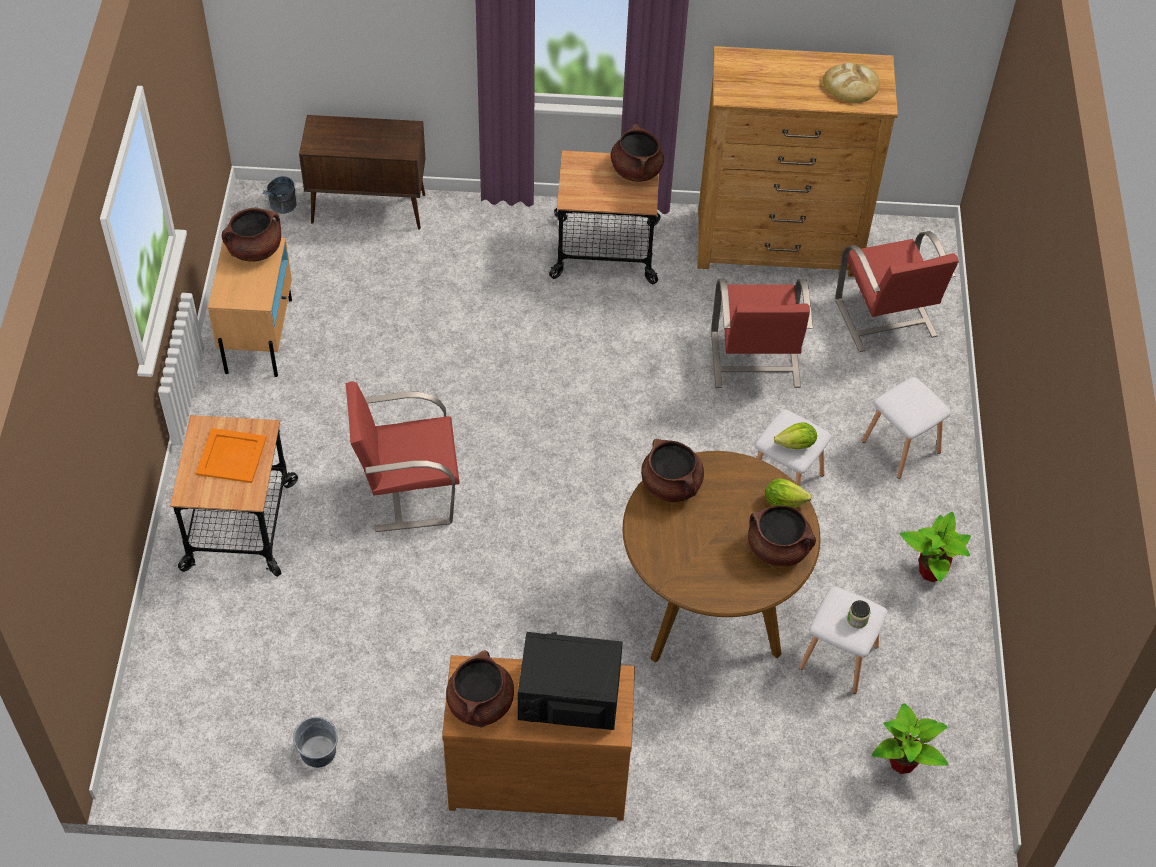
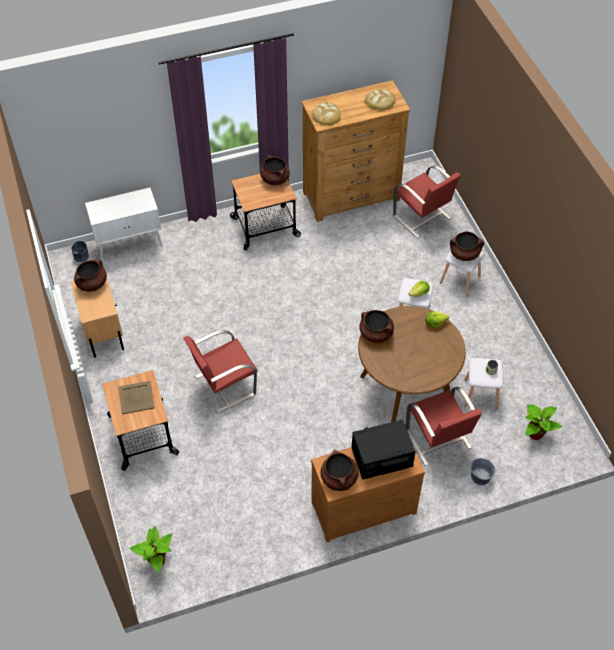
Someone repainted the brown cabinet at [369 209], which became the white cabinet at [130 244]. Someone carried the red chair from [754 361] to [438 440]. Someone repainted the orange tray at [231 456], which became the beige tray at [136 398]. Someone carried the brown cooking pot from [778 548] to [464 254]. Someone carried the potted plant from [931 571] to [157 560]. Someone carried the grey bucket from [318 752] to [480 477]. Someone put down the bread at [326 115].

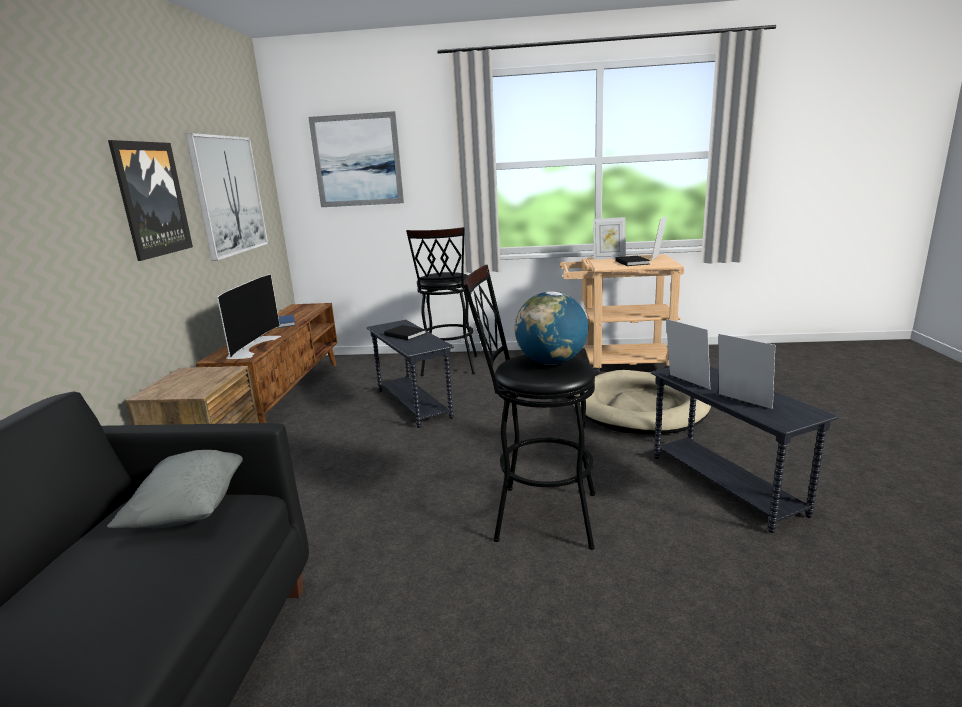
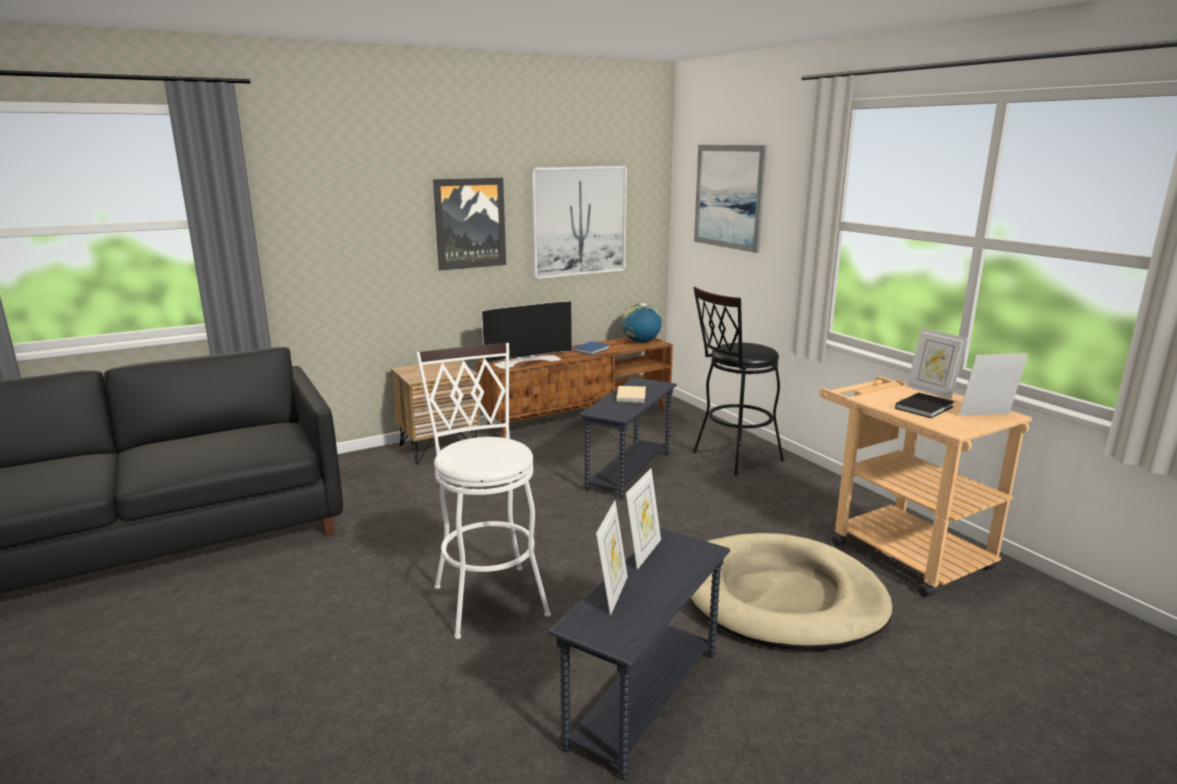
Someone repainted the black stool at [536 515], which became the white stool at [488 594]. Someone carried the globe from [551 362] to [641 342]. Someone repainted the black book at [405 334], which became the beige book at [632 396]. Someone took away the grey pillow at [189 511].

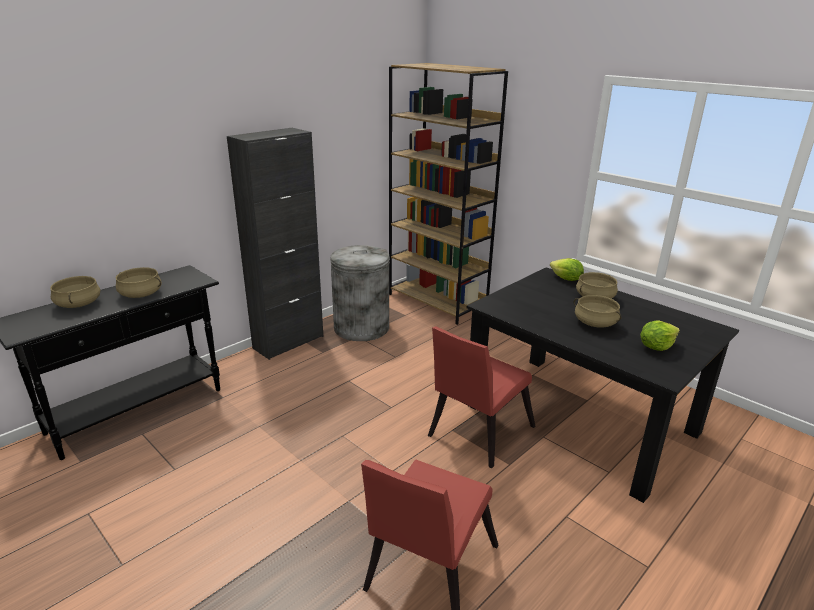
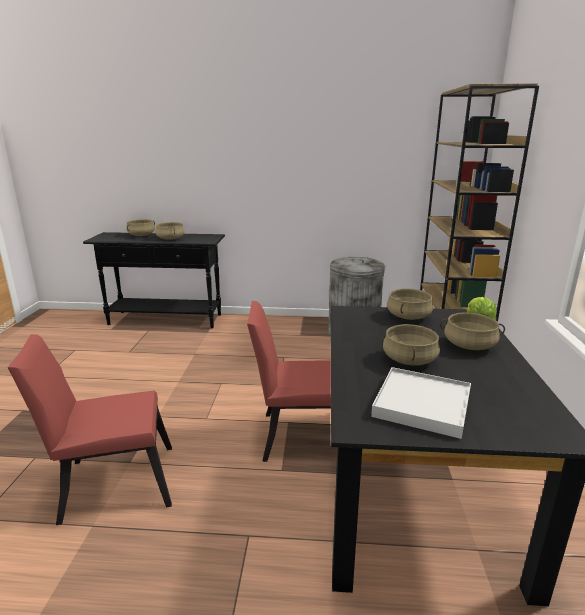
Someone took away the black cabinet at [288 342]. Someone swapped the lettuce at [656 347] for the white tray at [422 404]. Someone put down the beige cooking pot at [408 316].

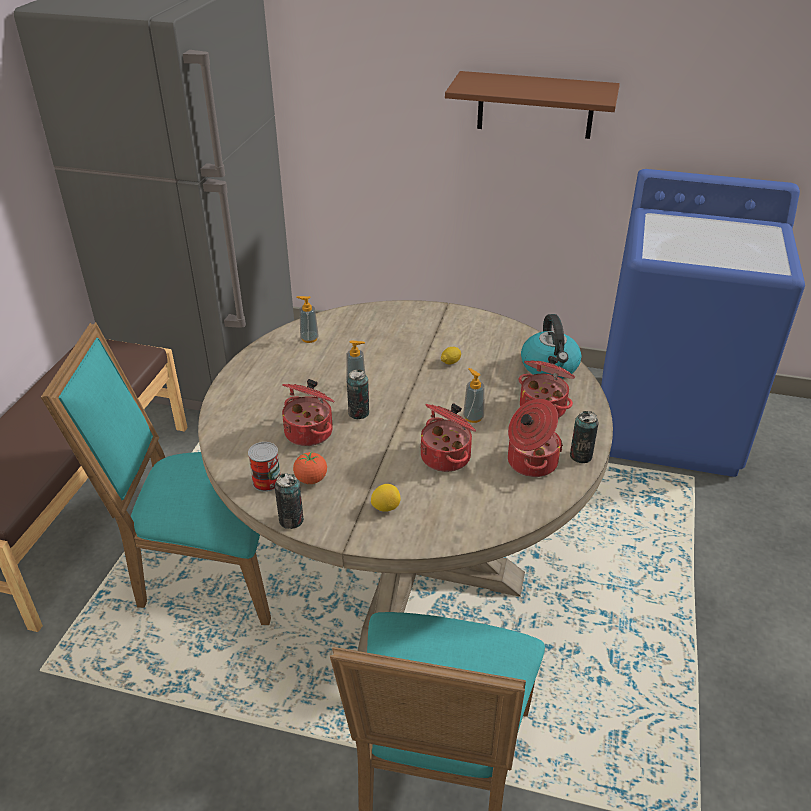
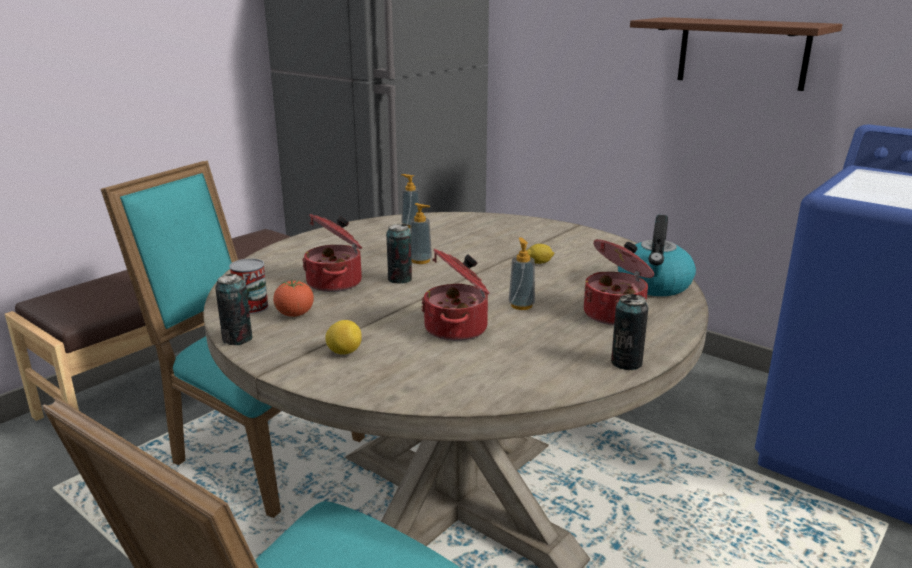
Someone took away the cooking pot at [530 462].

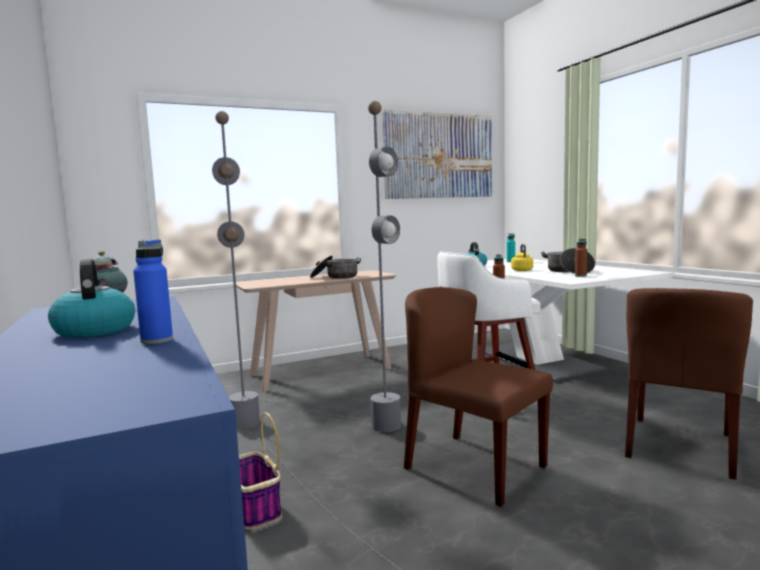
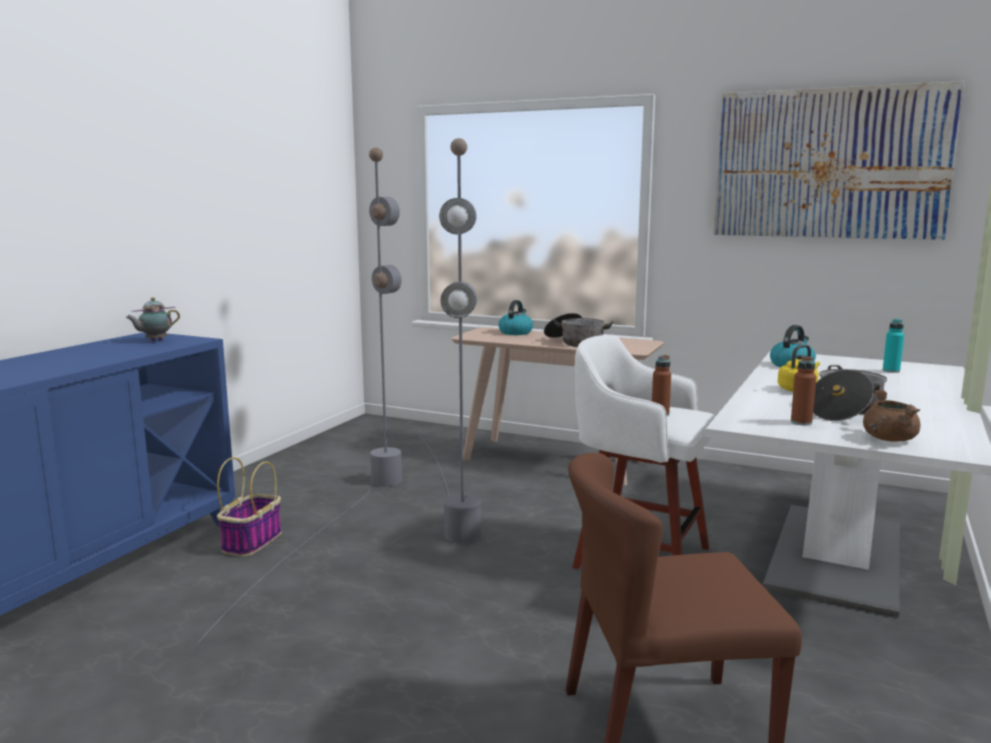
Someone took away the blue bottle at [157 340]. Someone carried the kettle from [94 330] to [515 332]. Someone took away the brown chair at [474 467]. Someone put down the brown cooking pot at [888 439].

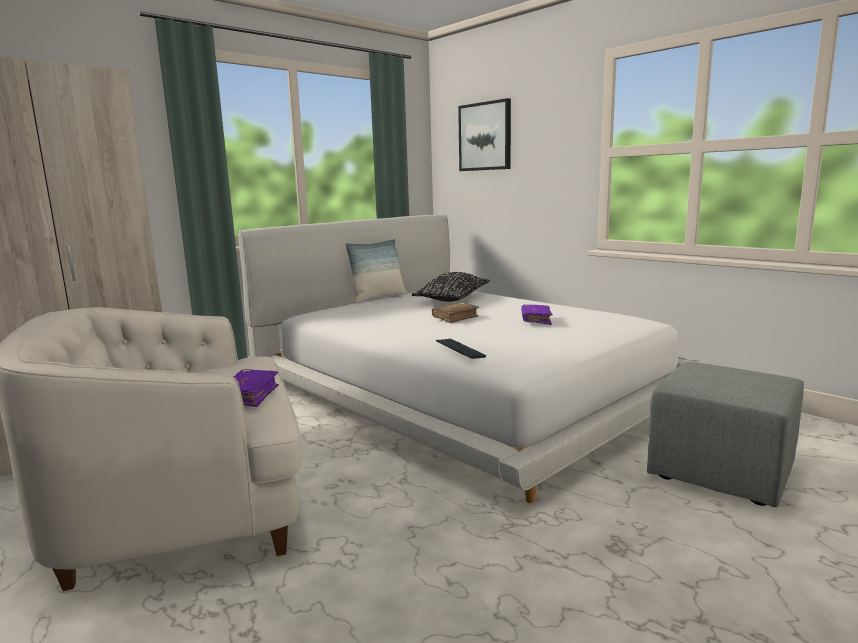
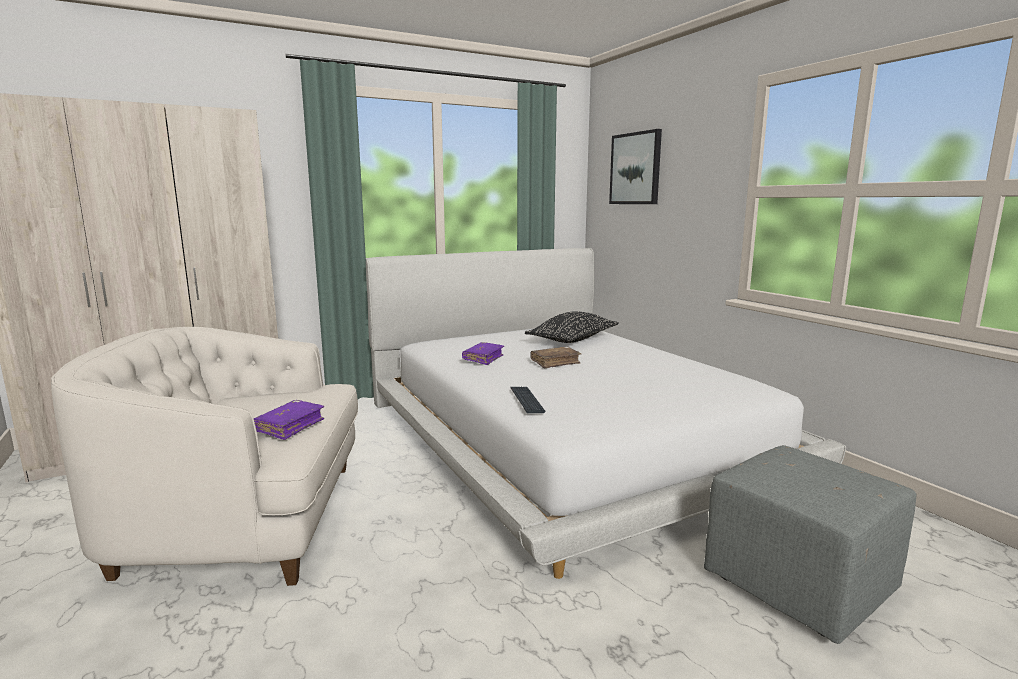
Someone took away the pillow at [378 298]. Someone carried the purple book from [536 320] to [483 358].

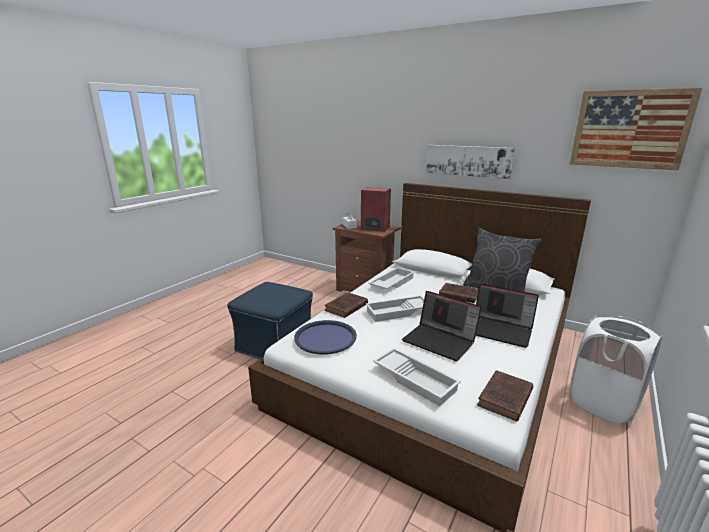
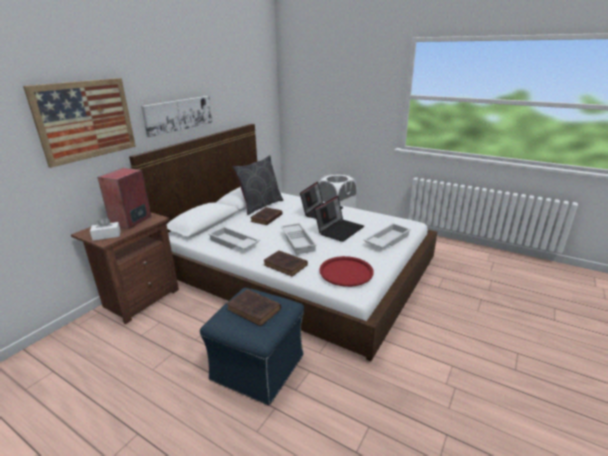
Someone carried the picture from [629 129] to [86 120]. Someone repainted the blue tray at [325 338], which became the red tray at [346 272]. Someone carried the brown book from [504 399] to [255 310].

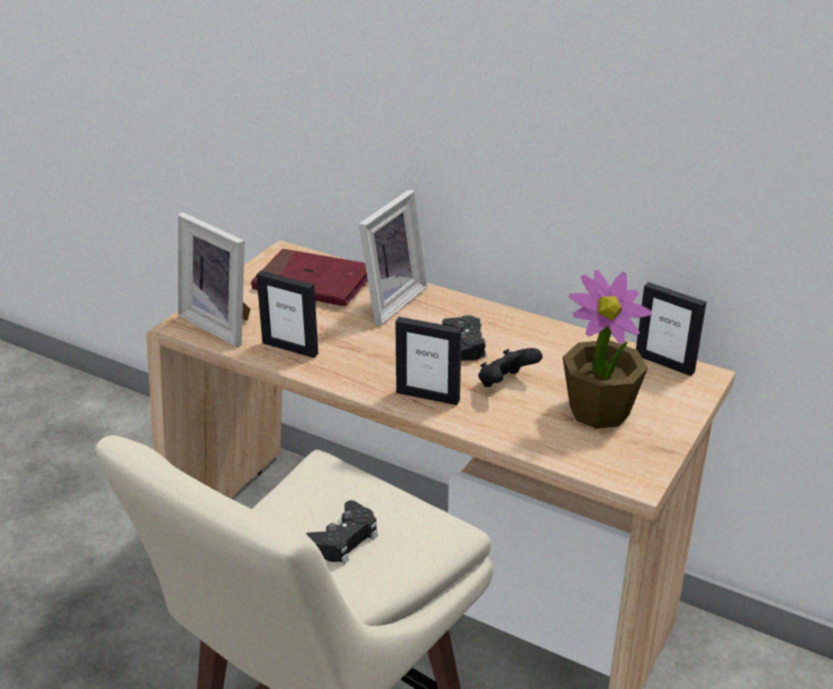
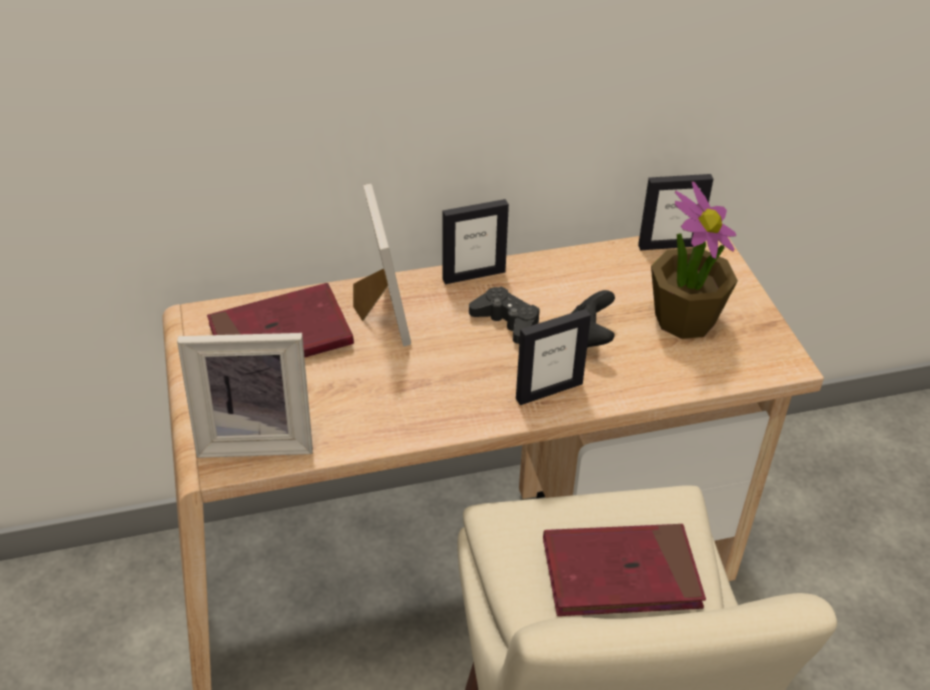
Someone carried the picture frame from [290 348] to [473 275]. Someone swapped the black game controller at [343 539] for the red book at [620 574].

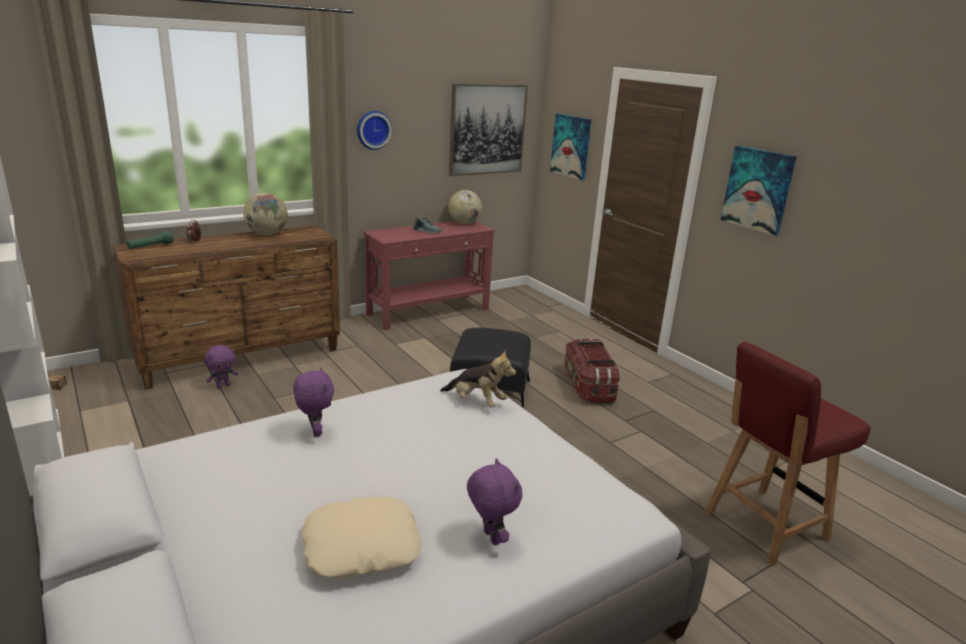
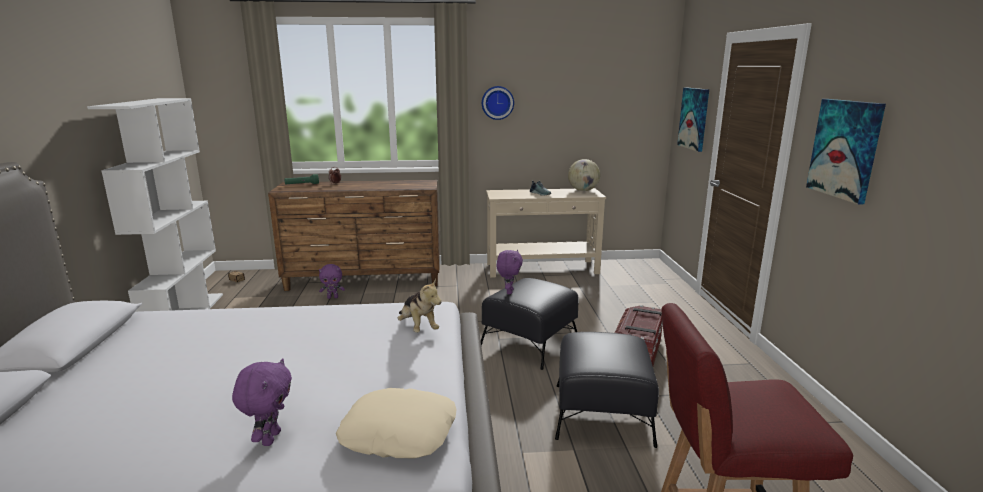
Someone took away the picture at [487 129]. Someone took away the globe at [267 234]. Someone repainted the red console table at [429 312], which became the beige console table at [543 269]. Someone carried the purple plush toy from [315 432] to [508 292]. Someone carried the beige pillow from [361 545] to [399 432]. Someone put down the black ottoman at [602 414].

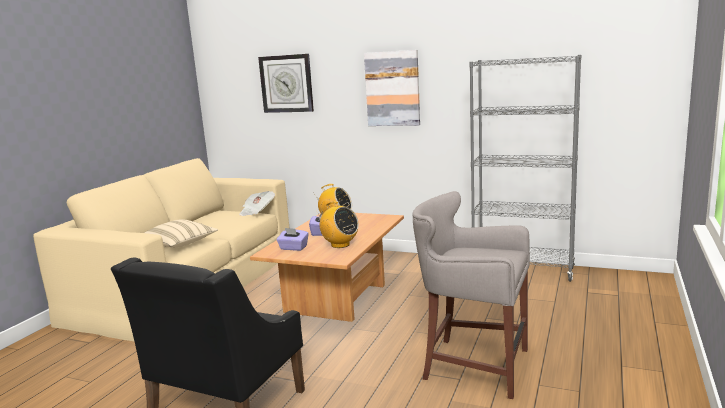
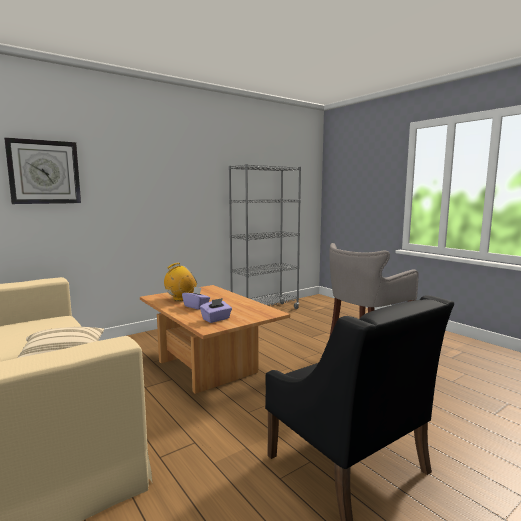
Someone took away the picture at [392 88]. Someone took away the newspaper at [257 211]. Someone took away the radio at [340 245].

